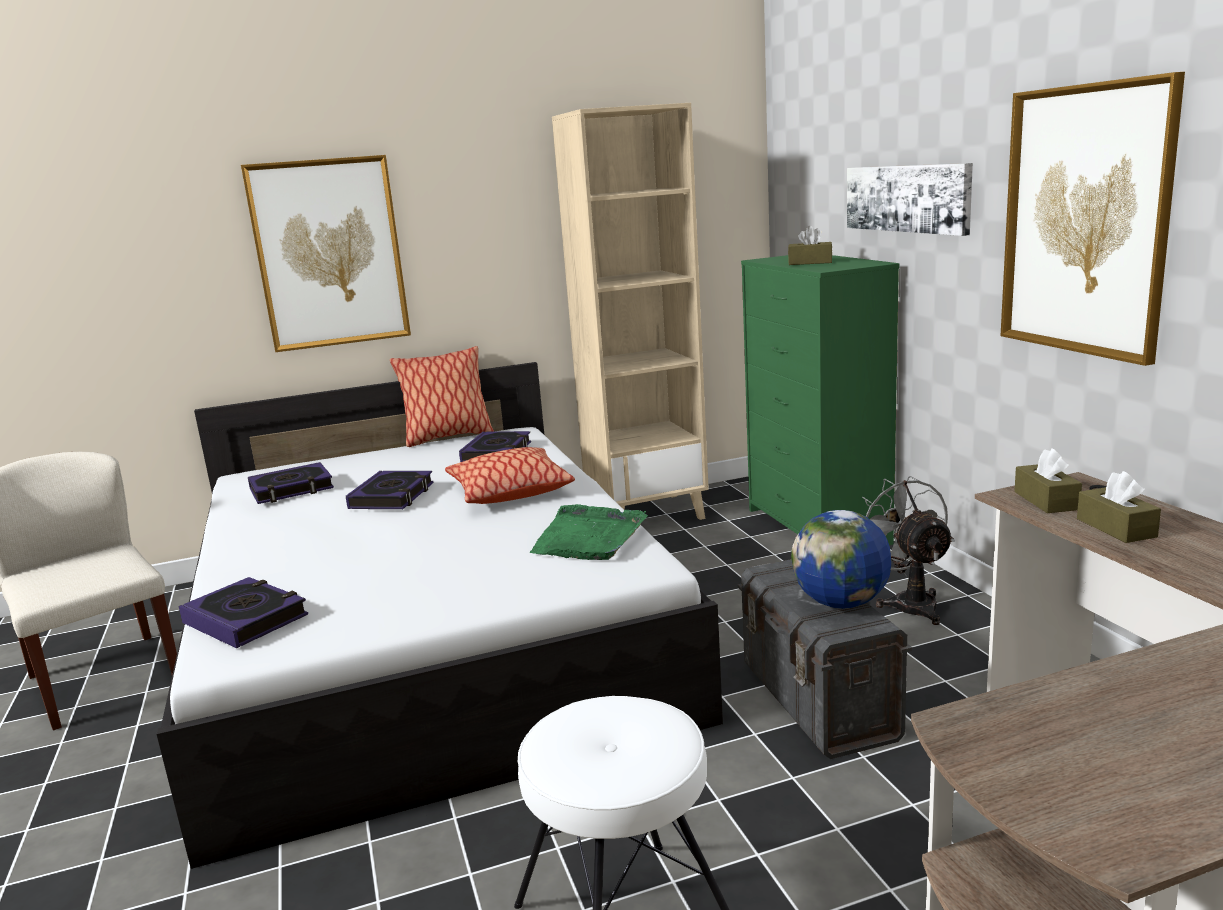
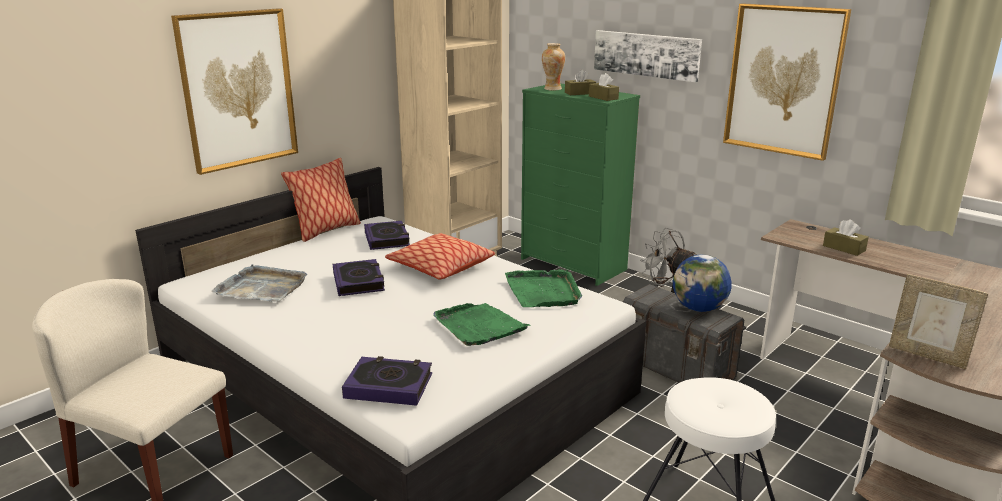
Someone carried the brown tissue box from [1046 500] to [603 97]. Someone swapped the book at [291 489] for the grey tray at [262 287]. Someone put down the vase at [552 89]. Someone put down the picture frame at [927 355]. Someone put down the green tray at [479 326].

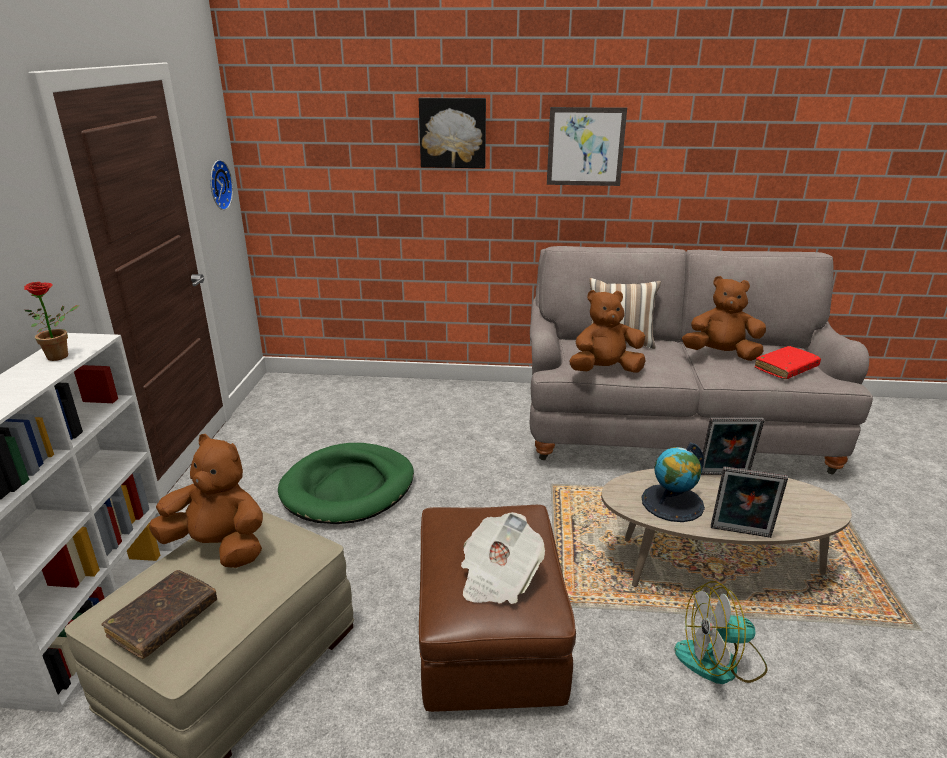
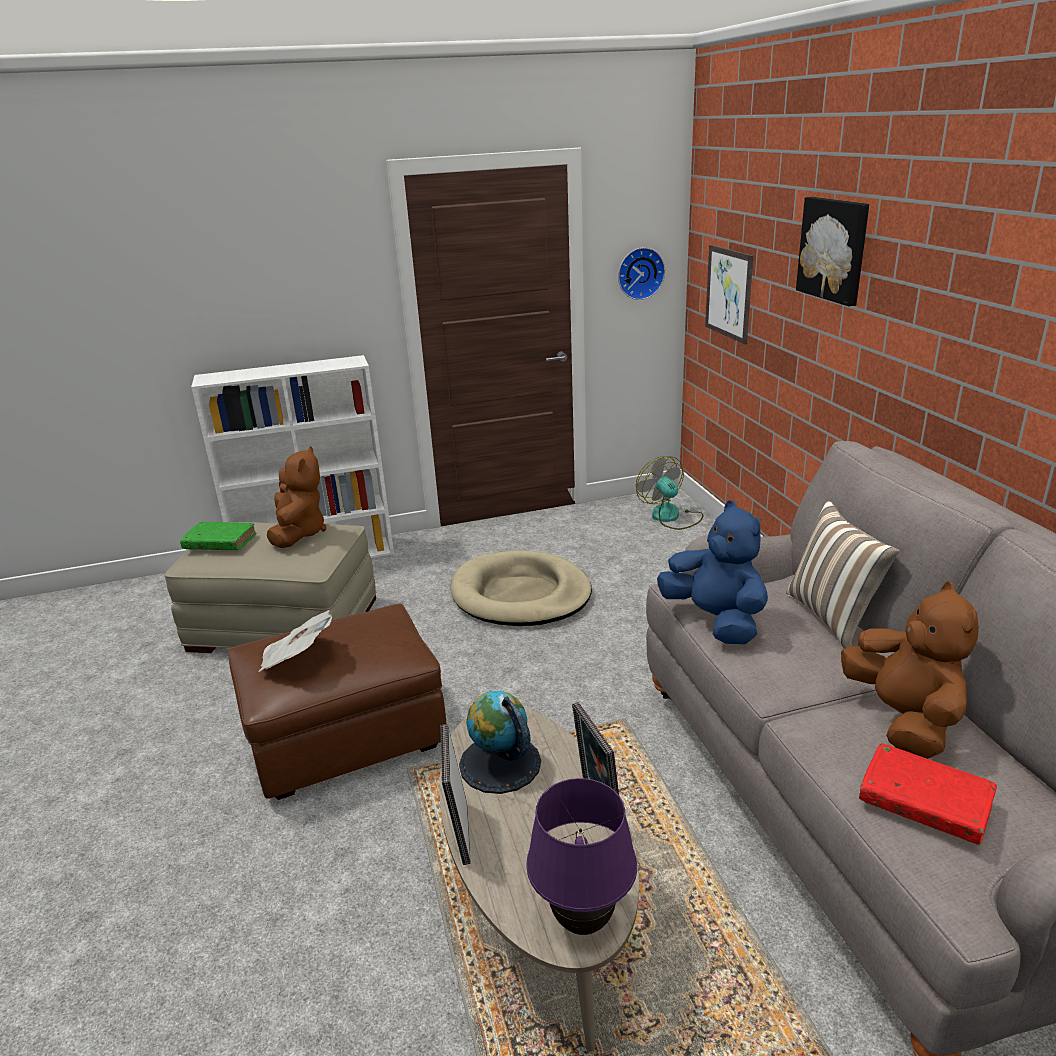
Someone carried the picture from [585 147] to [728 293]. Someone took away the potted plant at [62 355]. Someone repainted the brown plush toy at [605 370], which became the blue plush toy at [715 620]. Someone repainted the green dog bed at [348 488], which became the beige dog bed at [520 594]. Someone repainted the brown book at [164 620], which became the green book at [220 543]. Someone carried the fan from [720 661] to [671 517]. Someone put down the purple table lamp at [583 921].

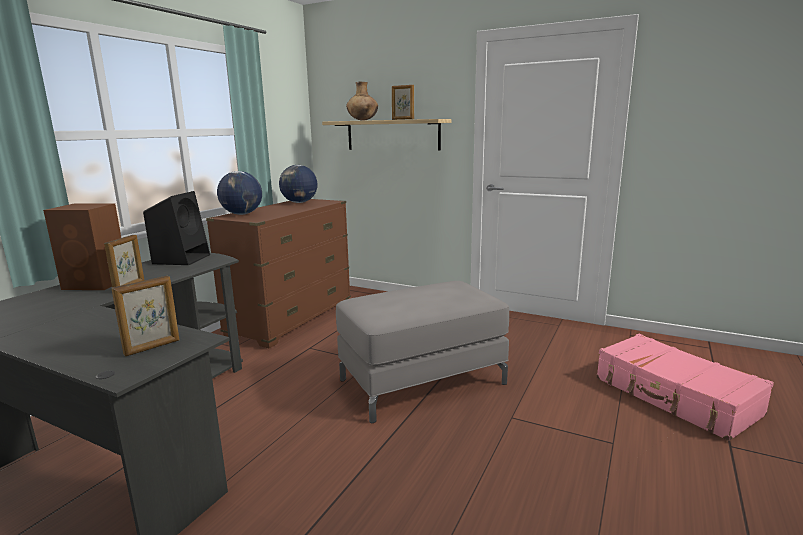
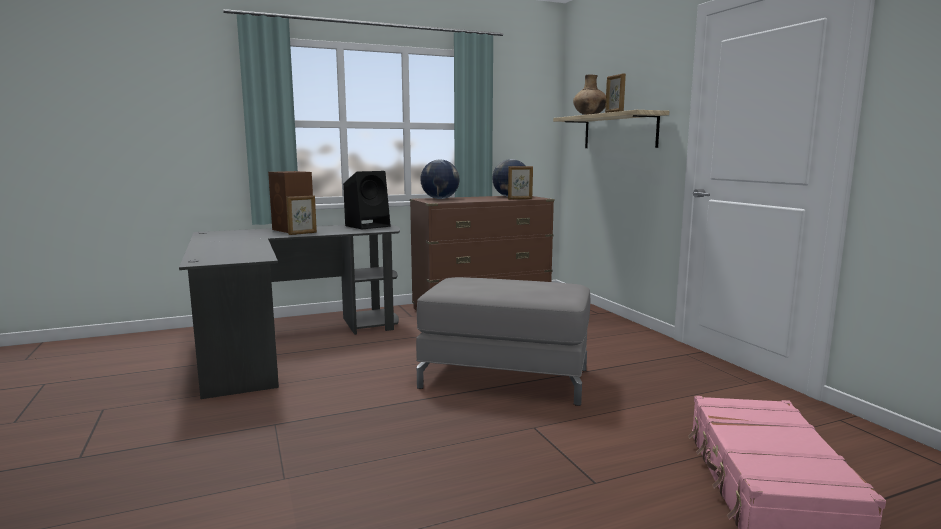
Someone carried the picture frame from [153 347] to [520 199].

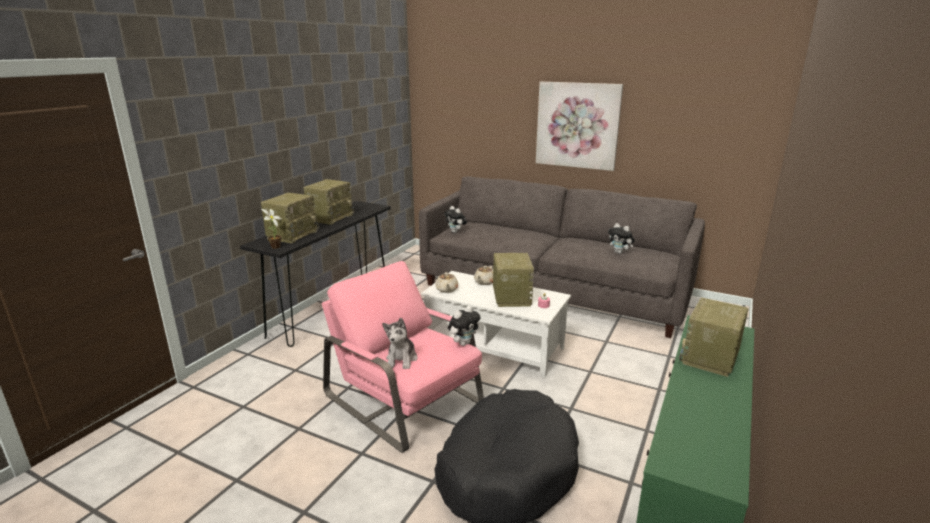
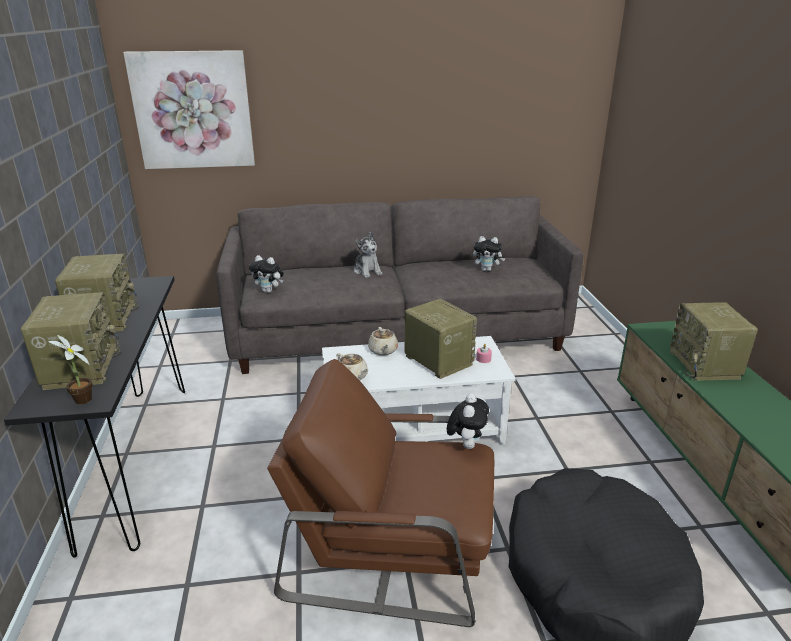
Someone carried the picture from [577 125] to [193 110]. Someone repainted the pink armchair at [405 398], which became the brown armchair at [390 549]. Someone carried the plush toy from [401 359] to [367 271].

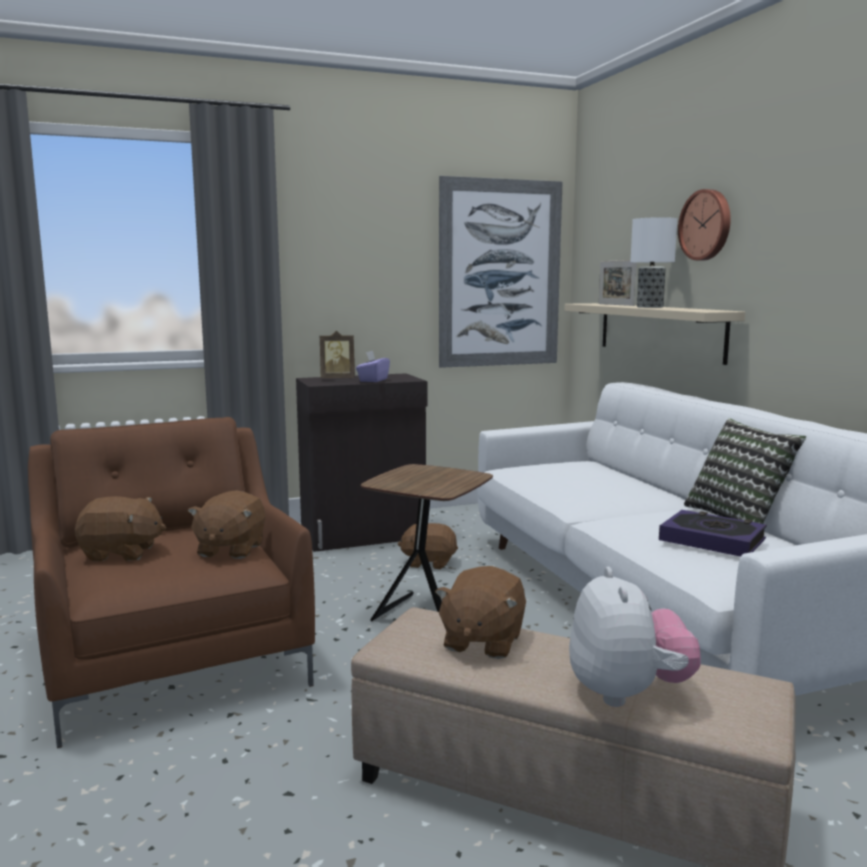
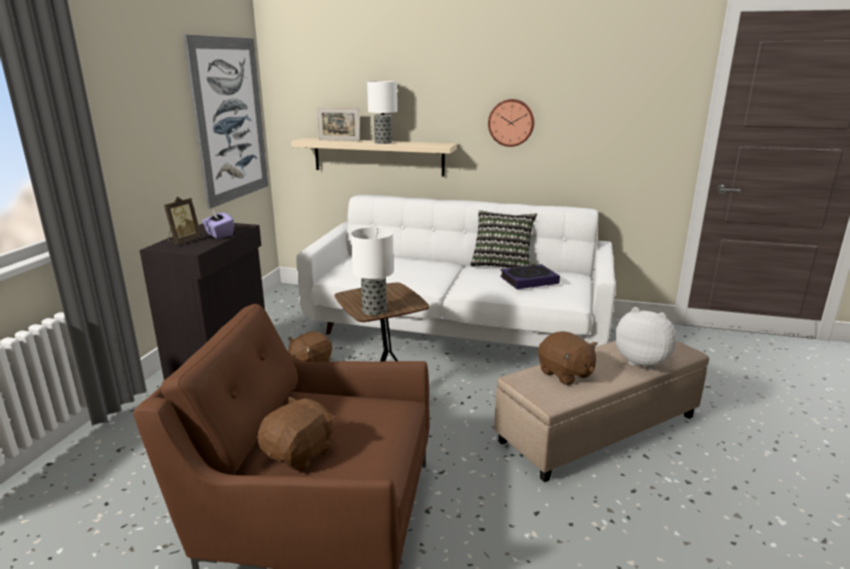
Someone carried the wall clock from [706 225] to [511 122]. Someone took away the brown plush toy at [230 549]. Someone put down the table lamp at [375 310].

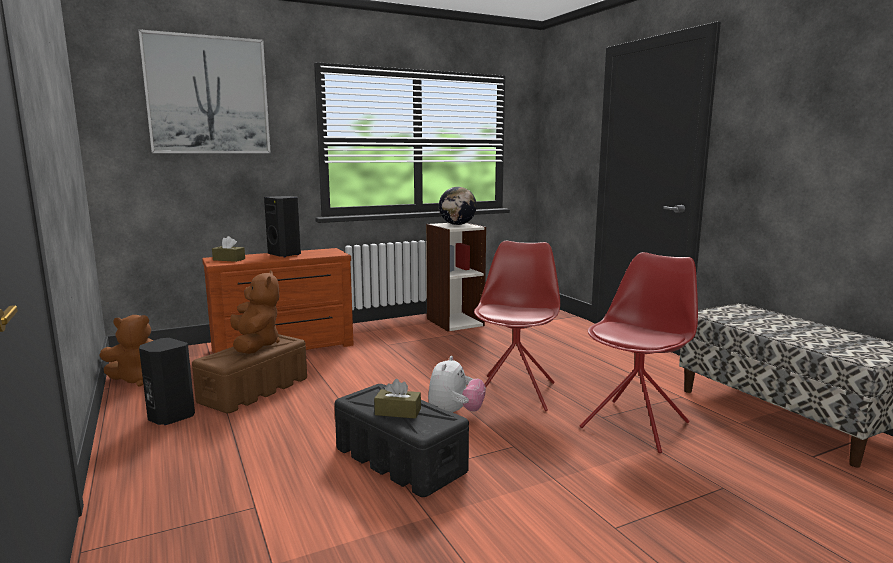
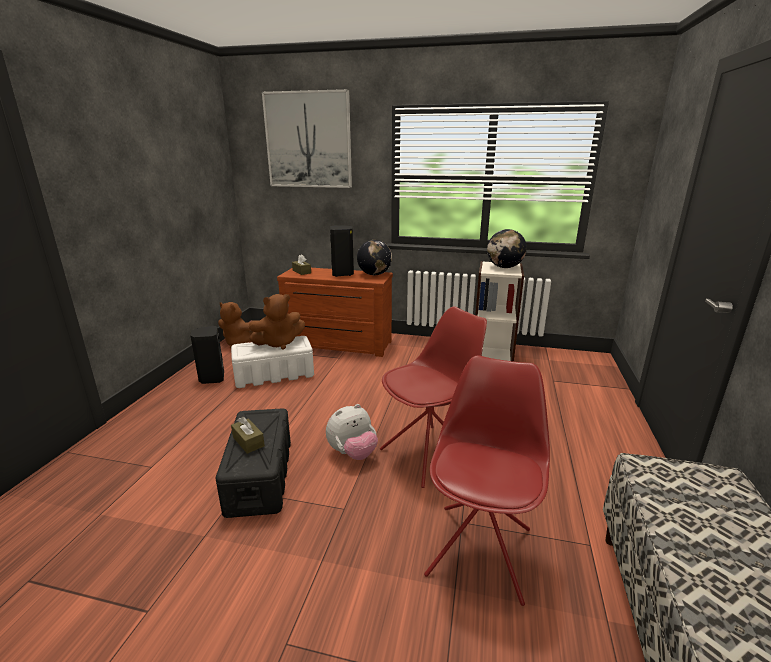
Someone rotated the red chair at [636 424] by 60 degrees counterclockwise. Someone rotated the brown plush toy at [255 345] by 45 degrees clockwise. Someone repainted the brown storage box at [253 390], which became the white storage box at [273 374]. Someone put down the globe at [374 274].

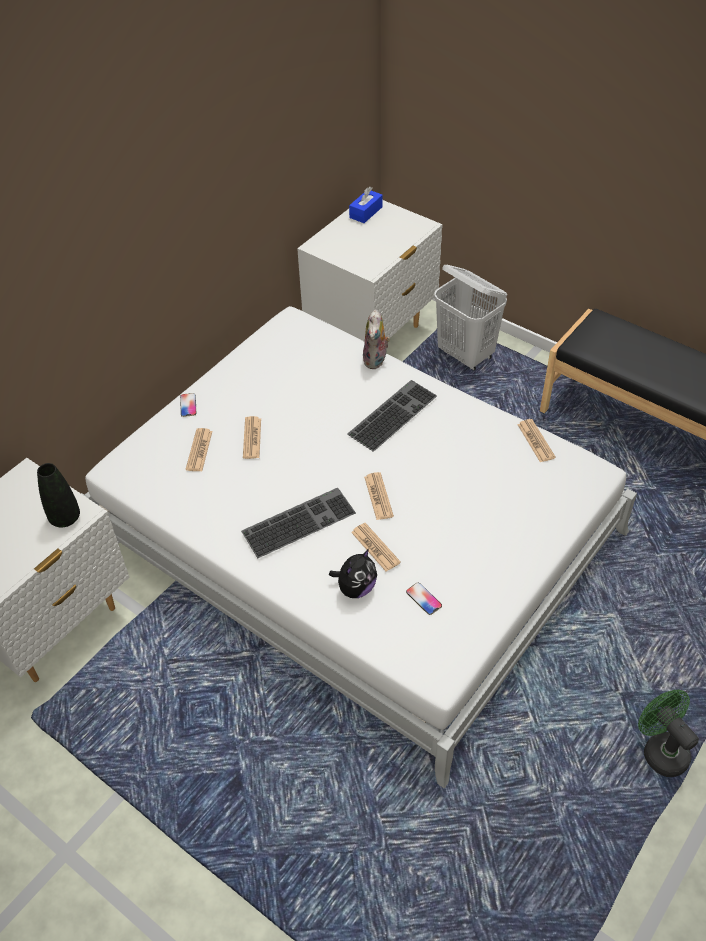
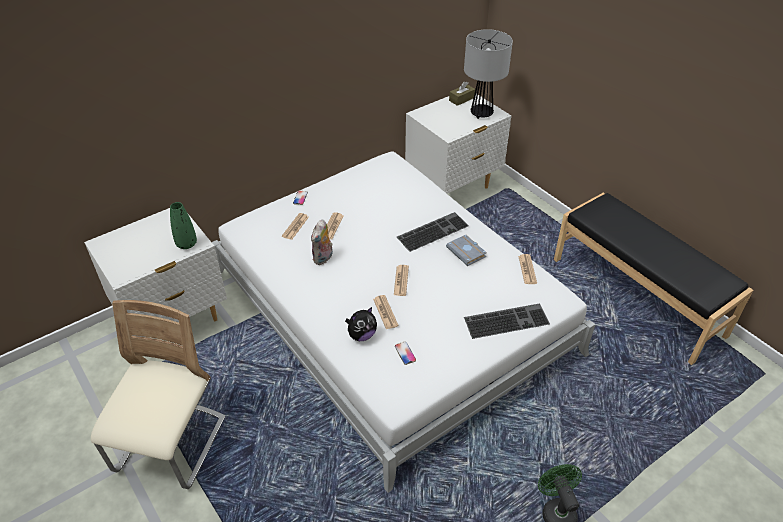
Someone repainted the blue tissue box at [366 212], which became the brown tissue box at [461 99]. Someone took away the white laundry basket at [466 355]. Someone carried the plush toy from [376 360] to [323 258]. Someone repainted the black vase at [65 518], which became the green vase at [186 244]. Someone carried the keyboard from [299 520] to [506 320]. Someone put down the table lamp at [482 113]. Someone put down the grey book at [467 252]. Someone put down the beige chair at [171 445].

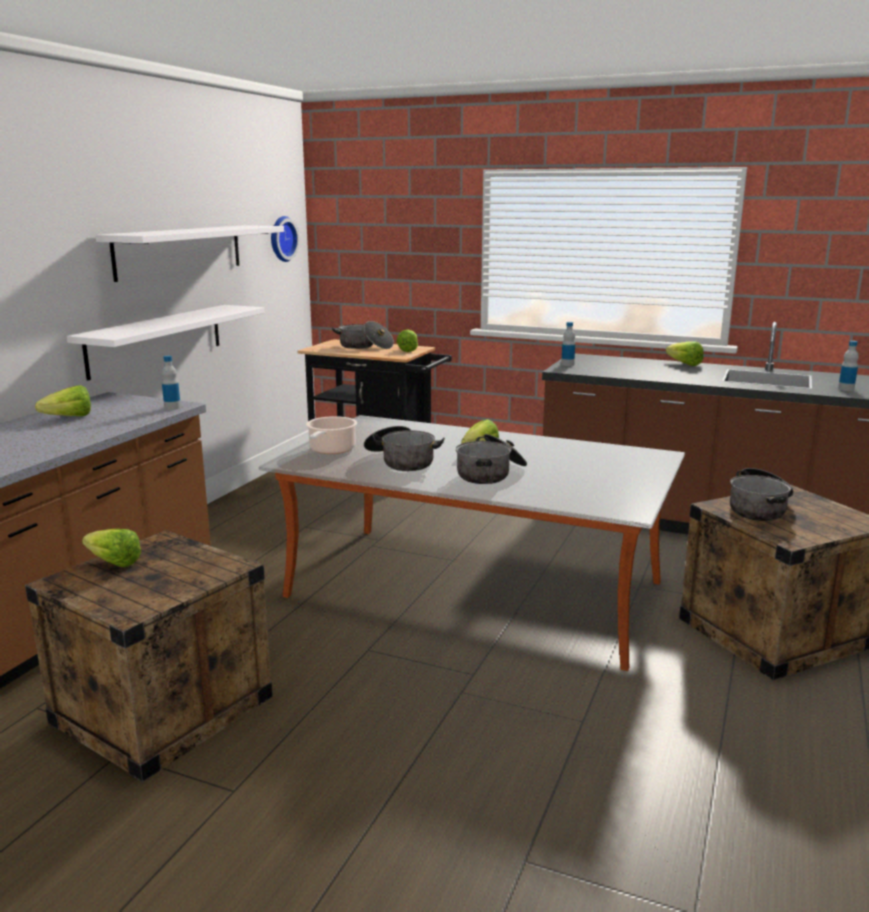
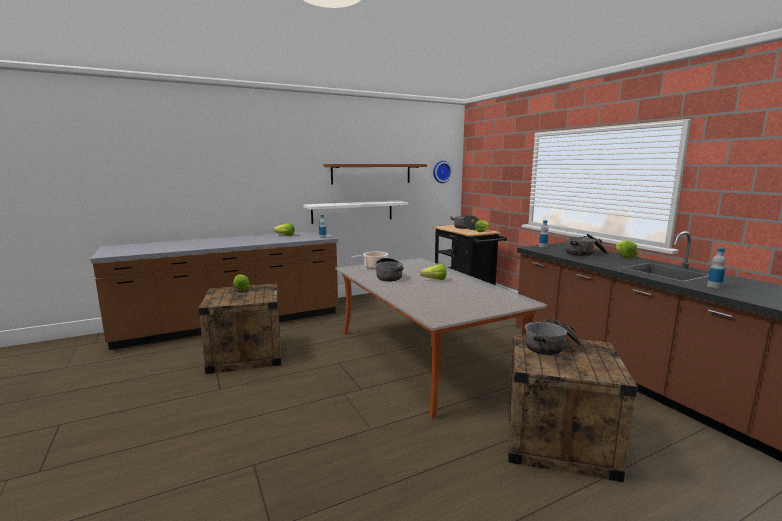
Someone repainted the white shelf at [180 251], which became the brown shelf at [371 173]. Someone carried the cooking pot from [491 473] to [585 253].

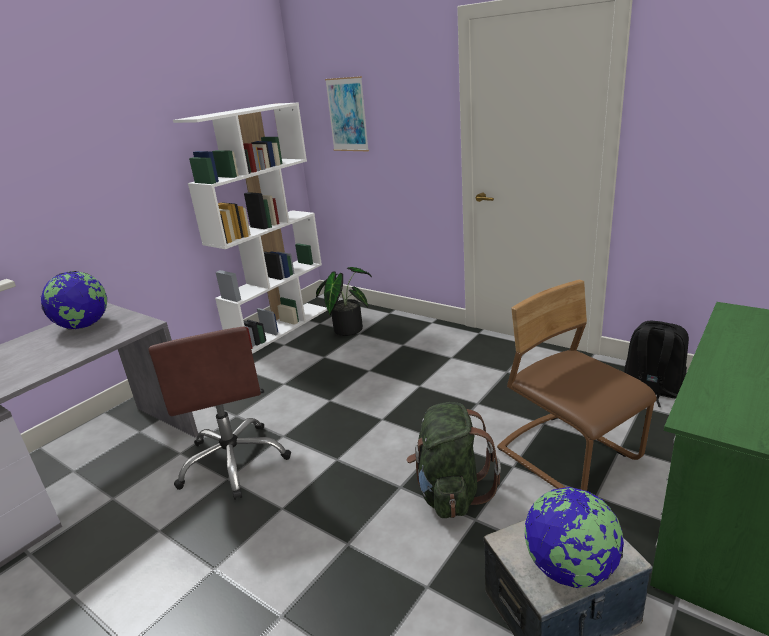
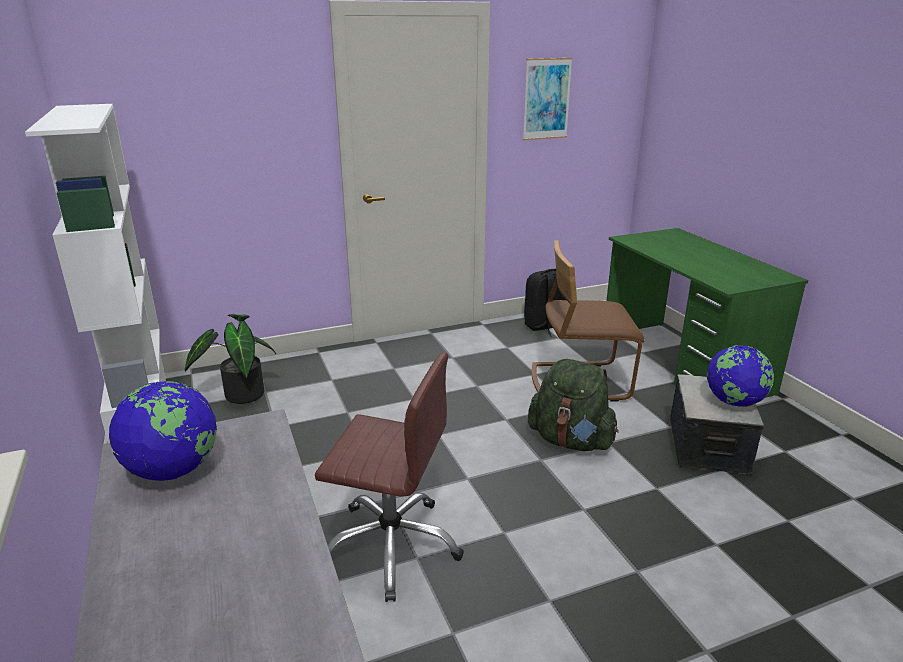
Someone carried the picture from [347 115] to [546 99].

